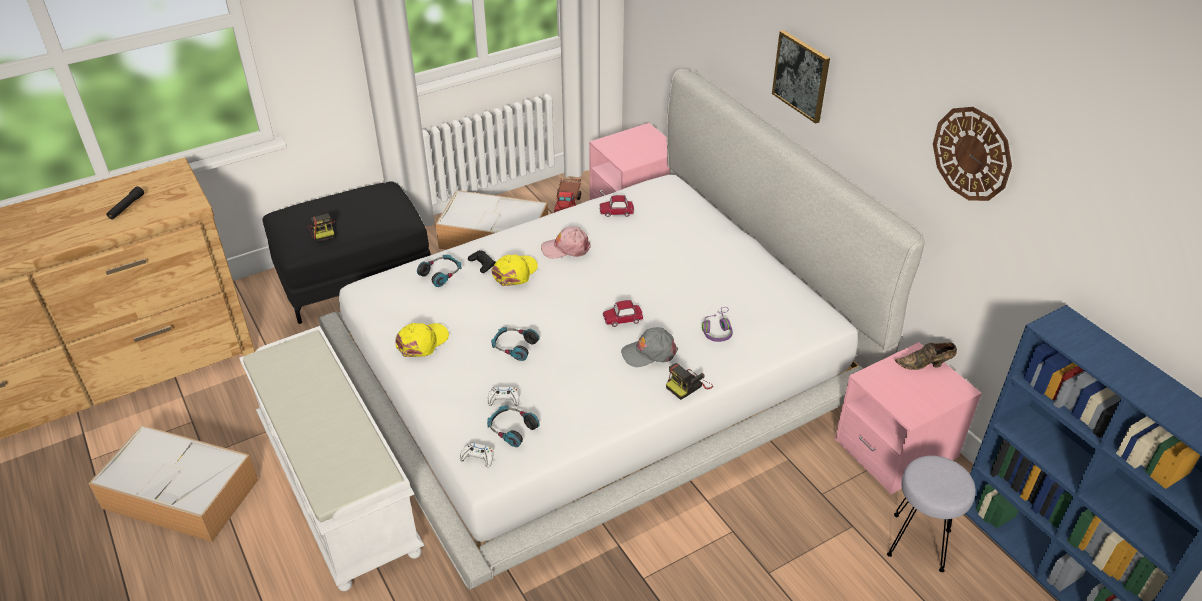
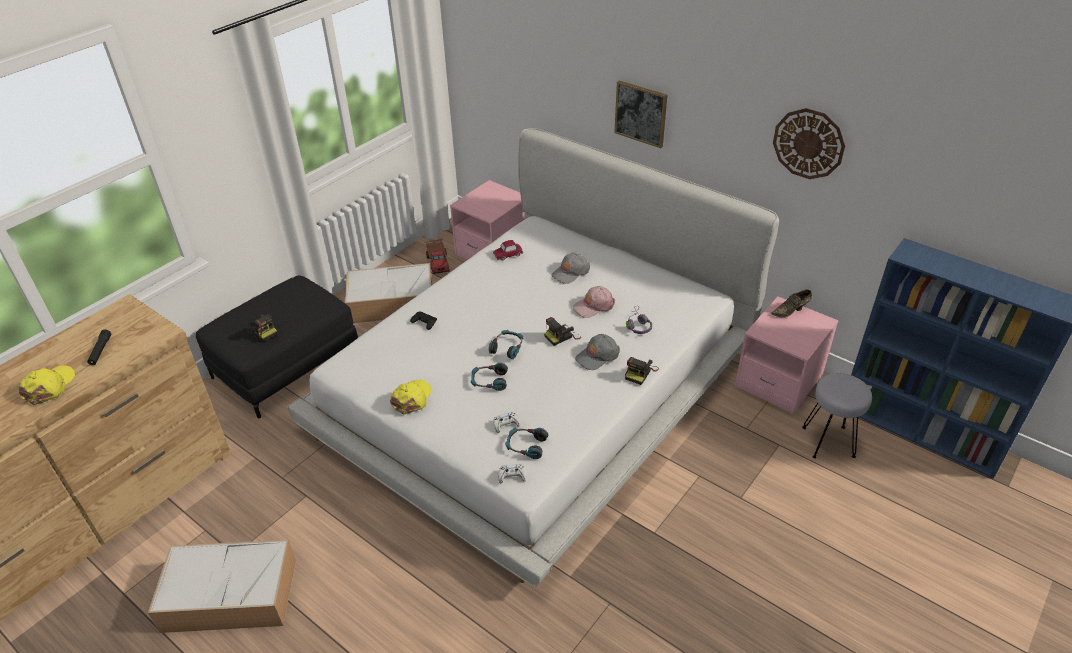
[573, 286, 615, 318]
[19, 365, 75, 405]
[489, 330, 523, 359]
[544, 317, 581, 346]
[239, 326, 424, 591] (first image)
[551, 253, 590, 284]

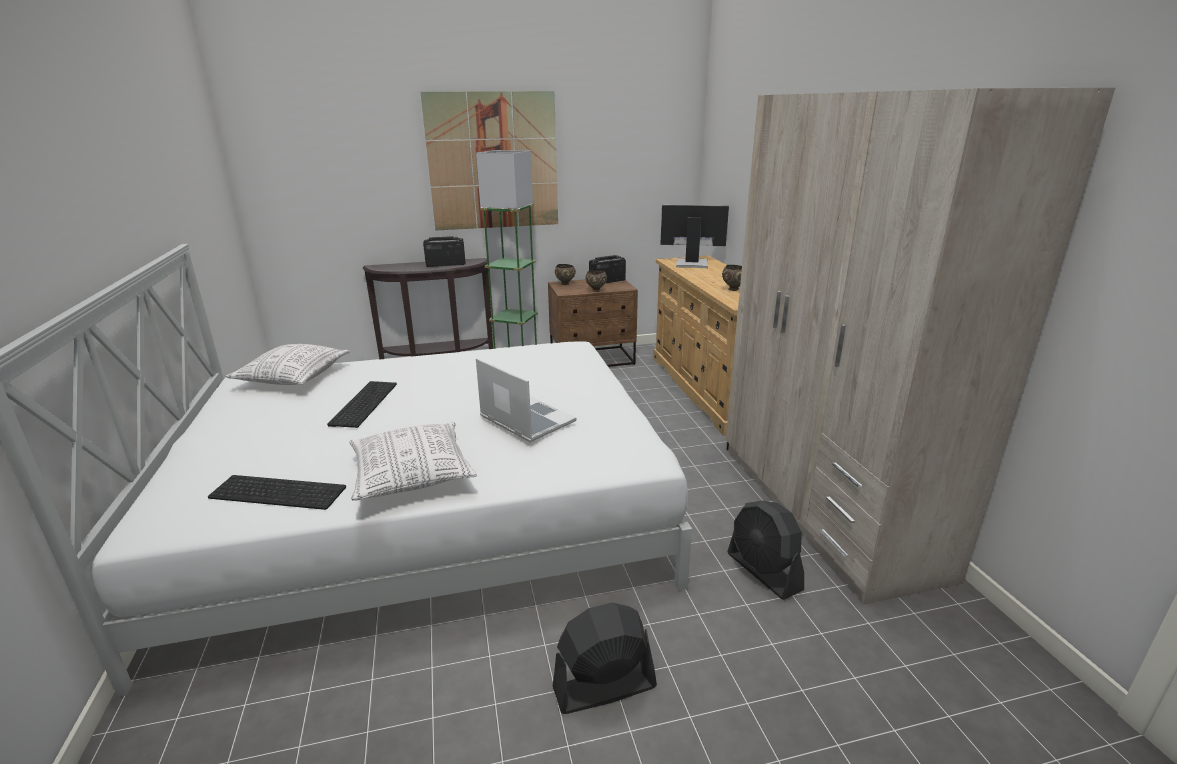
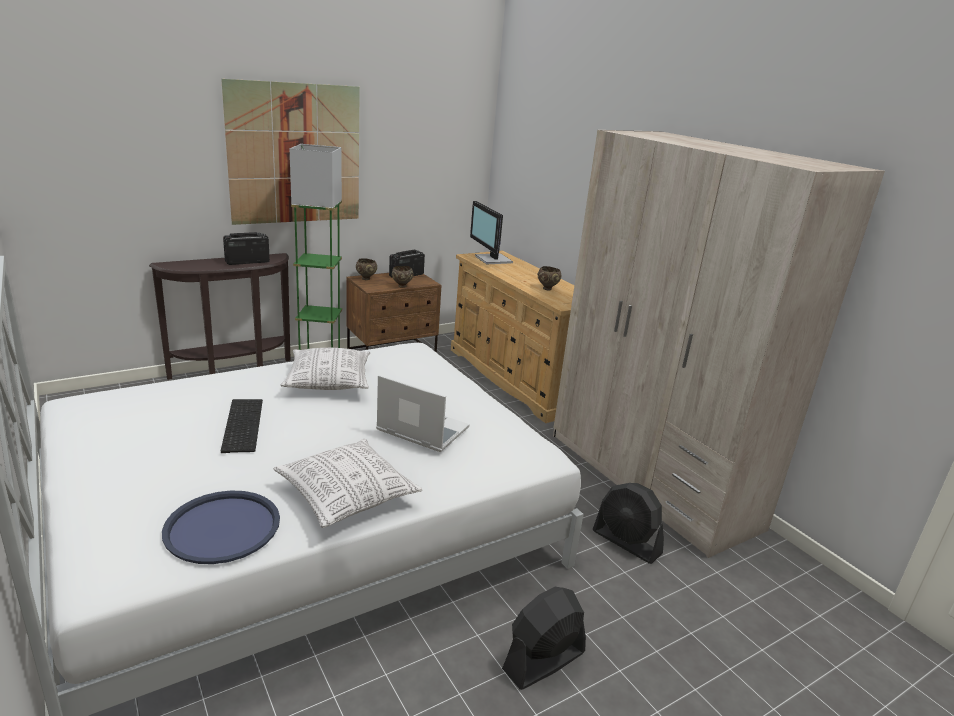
[470, 201, 513, 264]
[281, 348, 370, 390]
[162, 491, 280, 564]

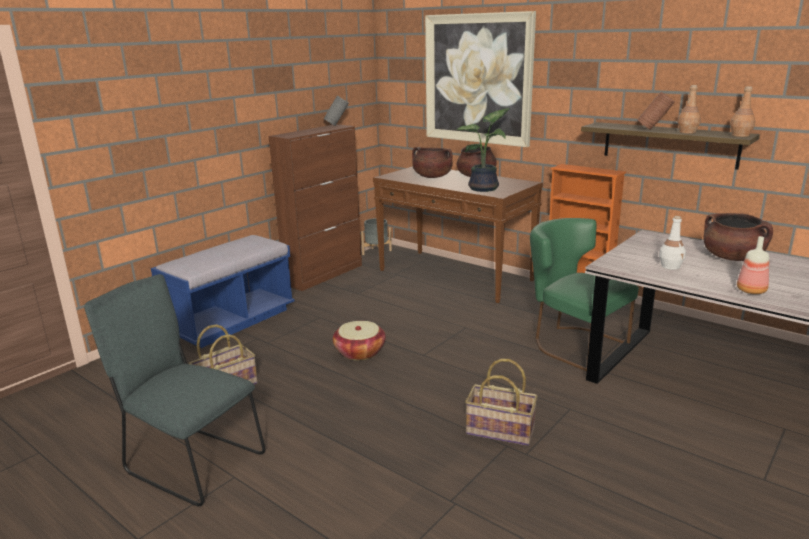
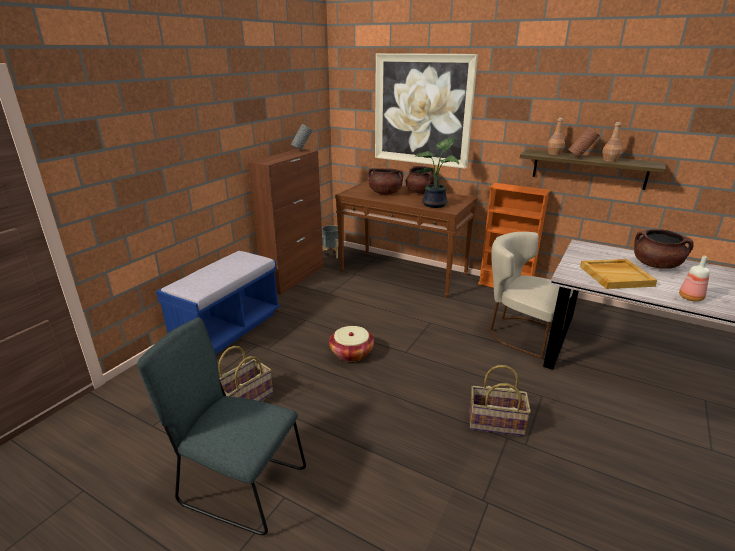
[547, 118, 565, 155]
[580, 259, 657, 289]
[490, 232, 573, 359]

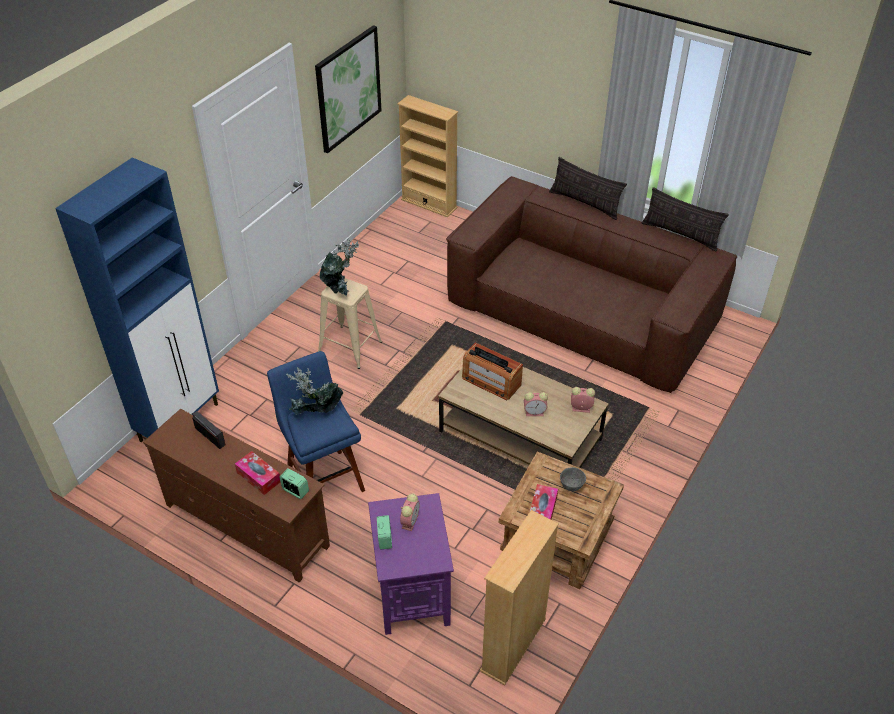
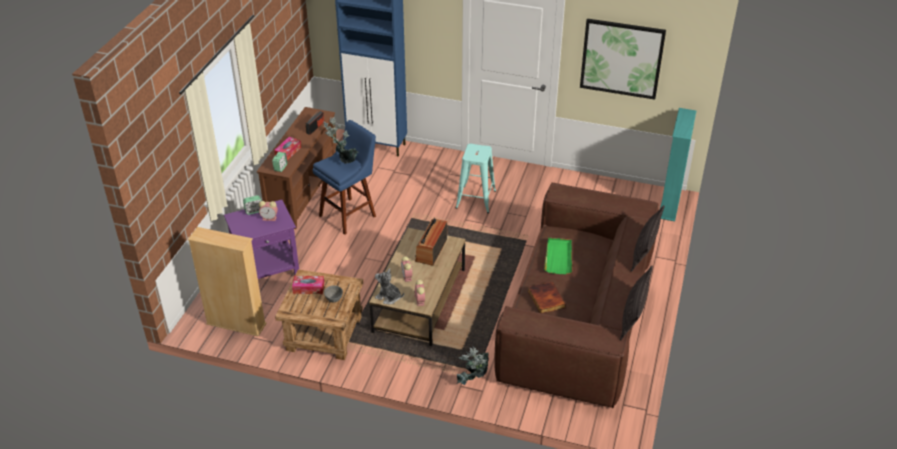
[660, 108, 696, 221]
[456, 347, 489, 385]
[456, 144, 496, 213]
[544, 238, 572, 274]
[375, 269, 404, 304]
[528, 282, 566, 313]

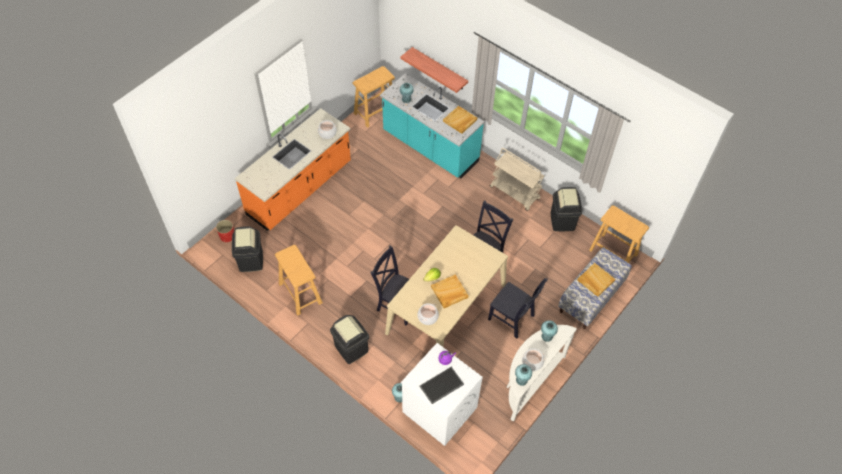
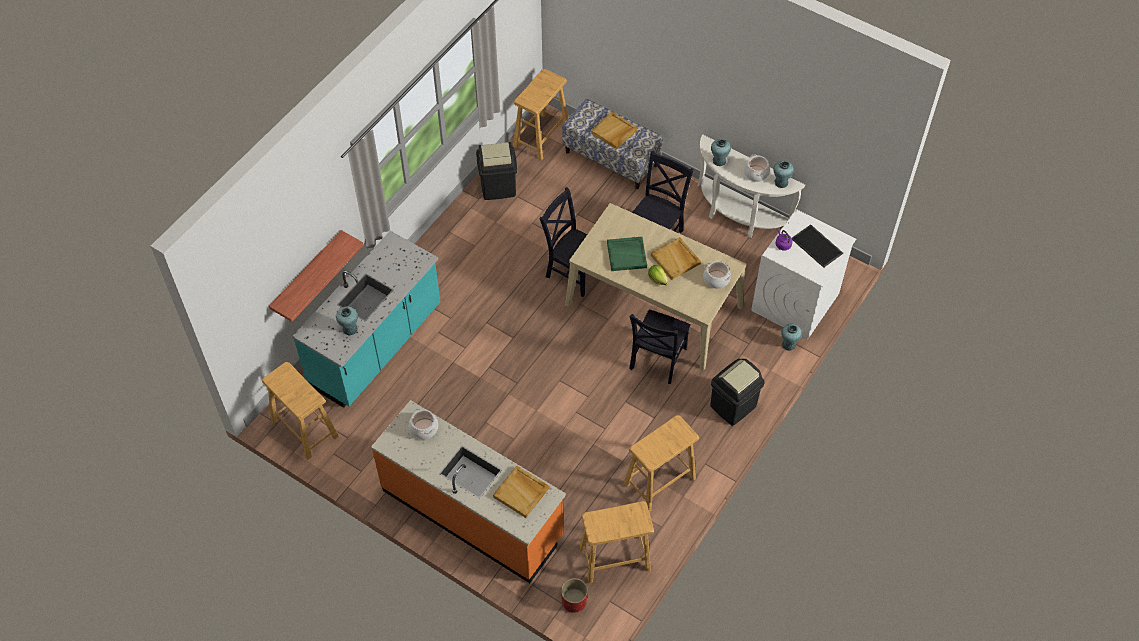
[493, 466, 549, 518]
[490, 148, 544, 211] (first image)
[580, 501, 654, 583]
[607, 237, 647, 271]

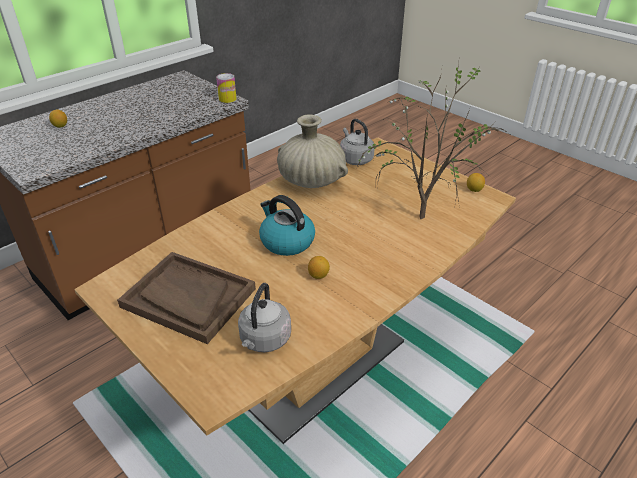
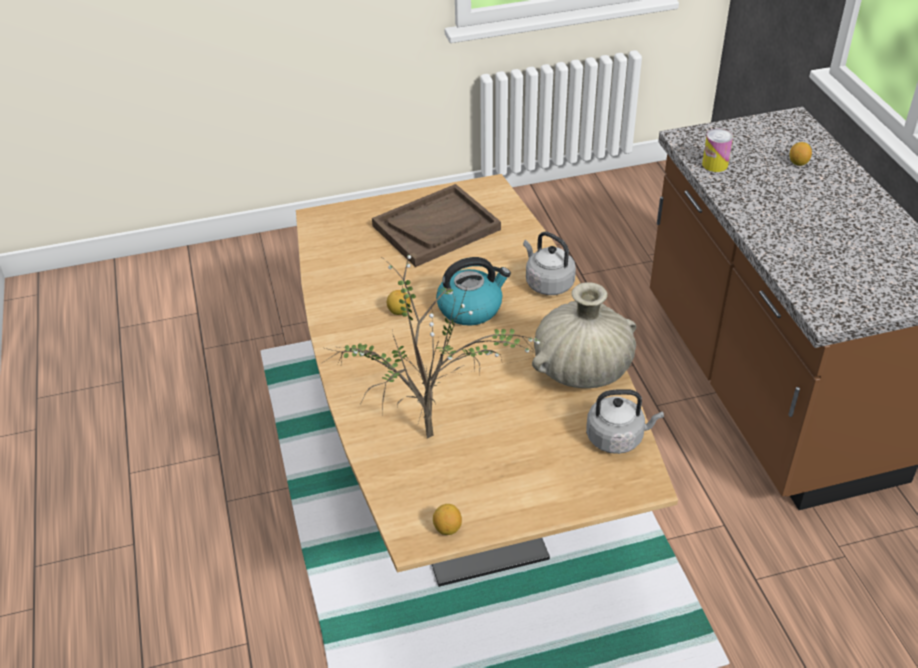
[702, 129, 733, 172]
[523, 231, 576, 295]

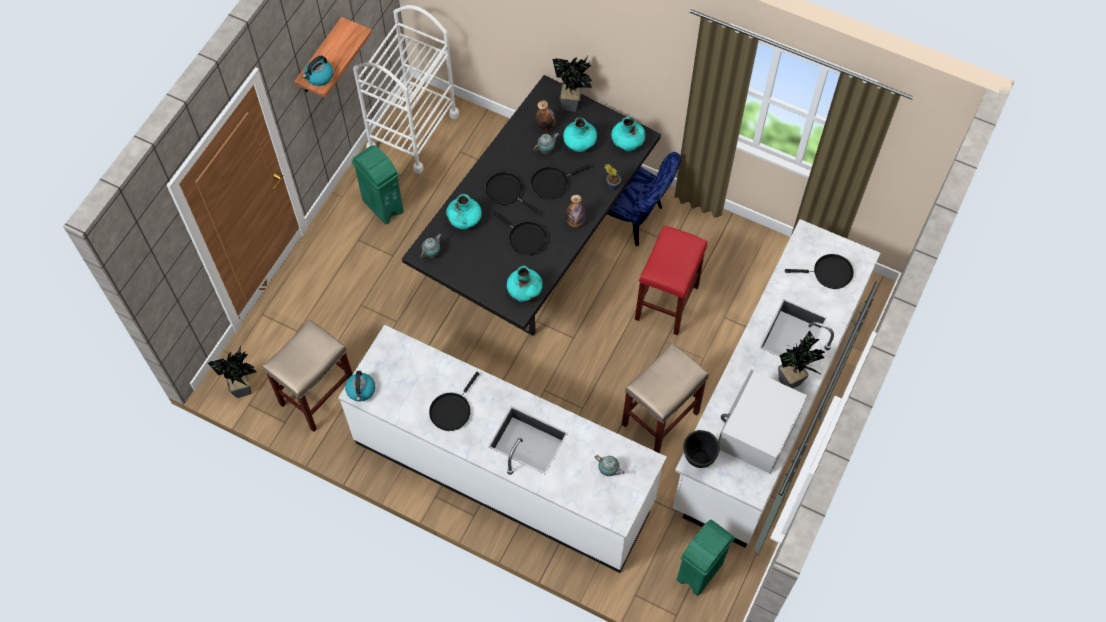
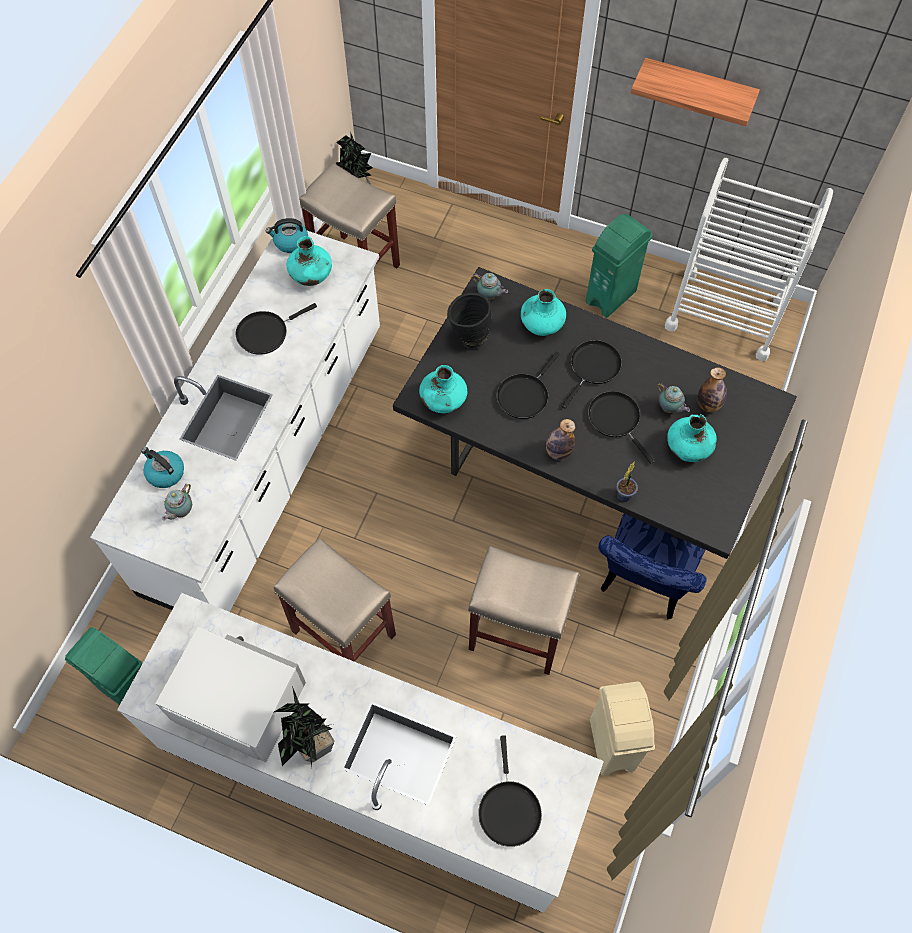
[141, 447, 184, 488]
[552, 56, 592, 112] (first image)
[287, 236, 332, 286]
[468, 546, 579, 675]
[236, 303, 317, 355]
[447, 293, 491, 349]
[590, 682, 655, 776]

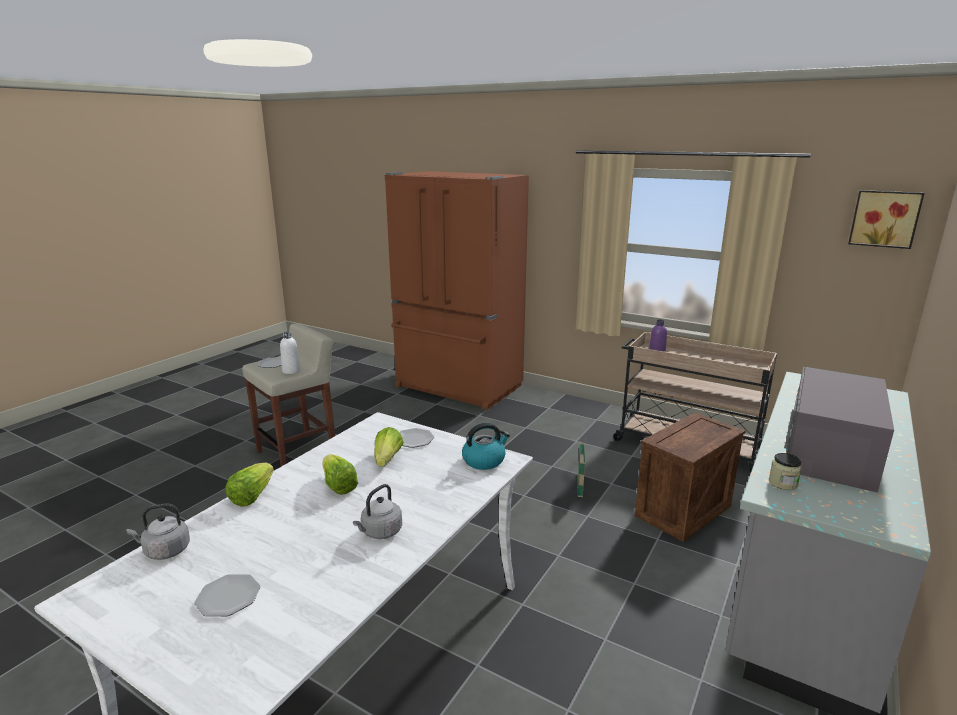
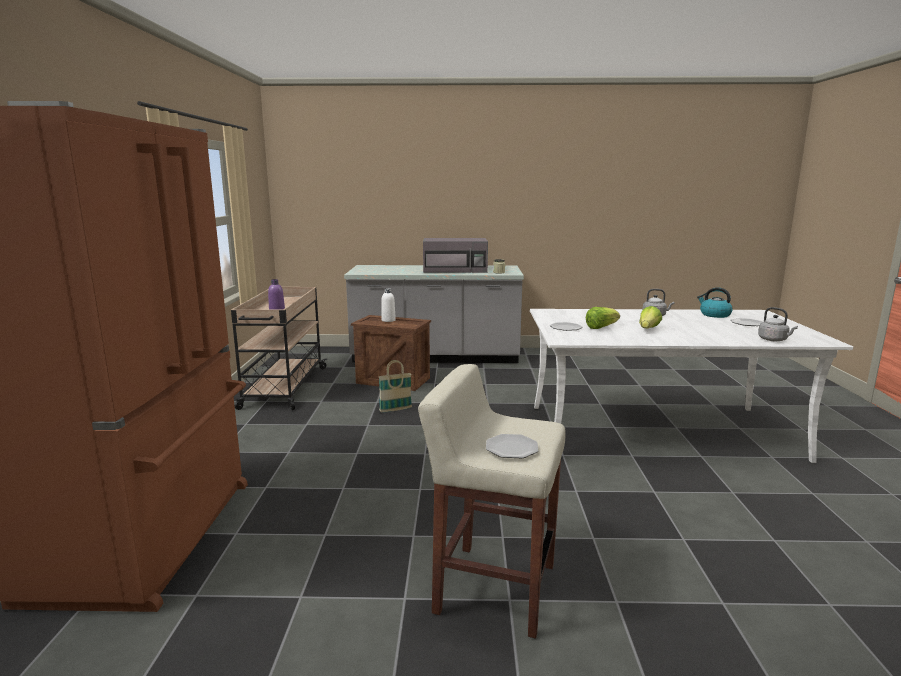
[848, 190, 924, 249] (first image)
[381, 288, 396, 322]
[697, 287, 733, 318]
[225, 463, 274, 506] (first image)

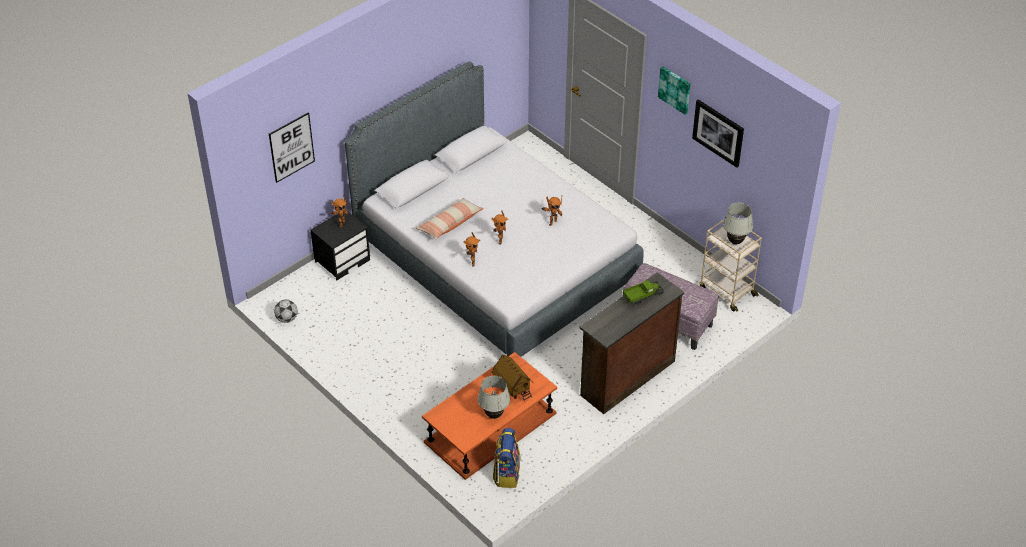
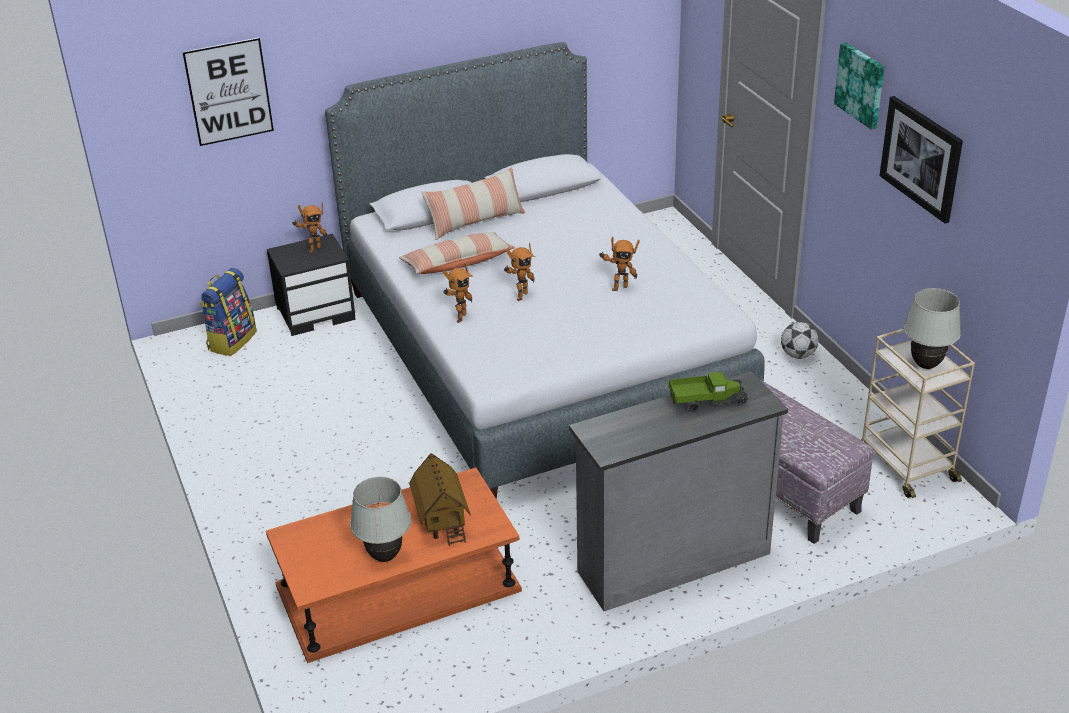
[569, 371, 788, 611]
[781, 322, 818, 359]
[200, 268, 257, 356]
[422, 167, 525, 240]

